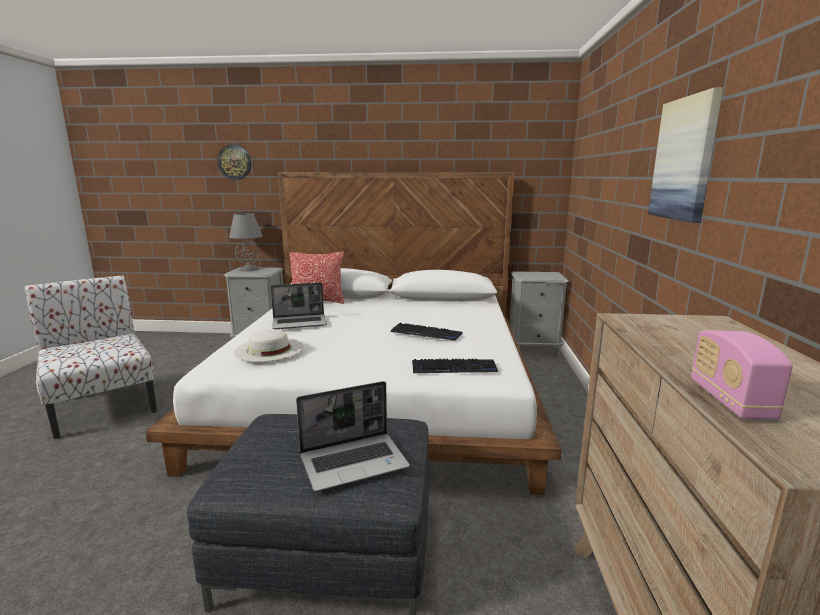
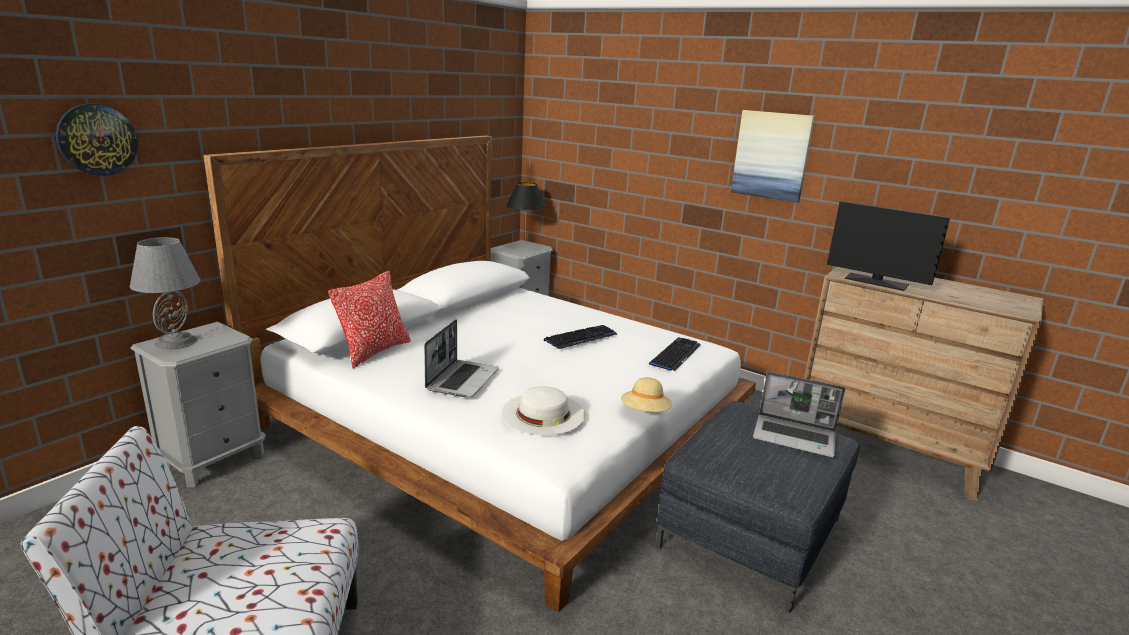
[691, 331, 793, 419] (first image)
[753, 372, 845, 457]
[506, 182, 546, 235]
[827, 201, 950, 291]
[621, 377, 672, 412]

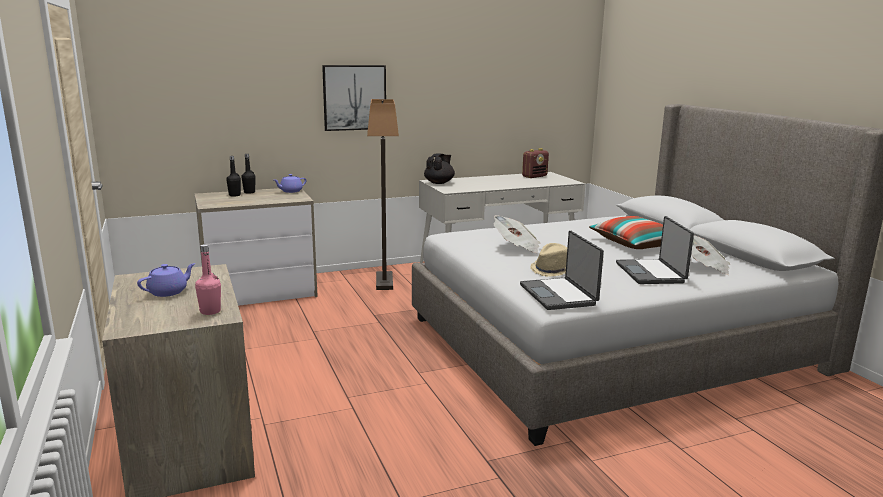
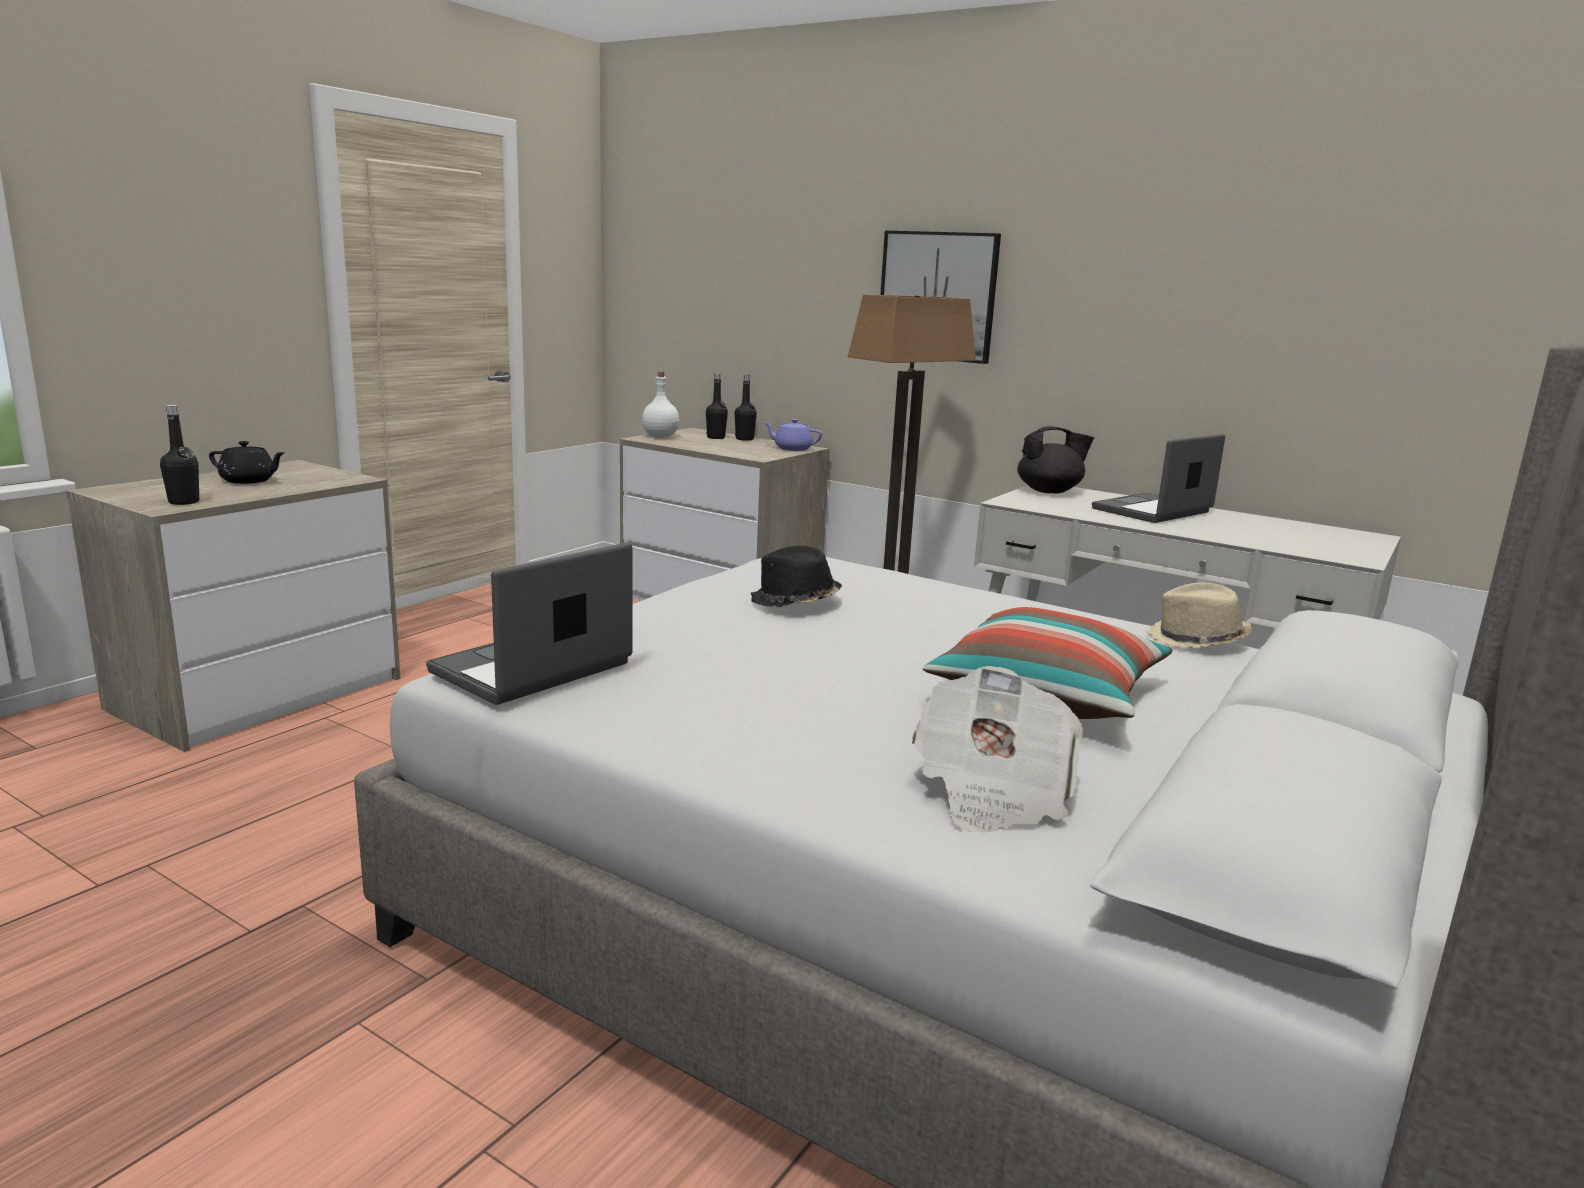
[522, 148, 549, 178] (first image)
[751, 546, 842, 607]
[1092, 434, 1225, 523]
[1147, 582, 1252, 649]
[160, 405, 199, 505]
[209, 441, 285, 484]
[642, 372, 679, 438]

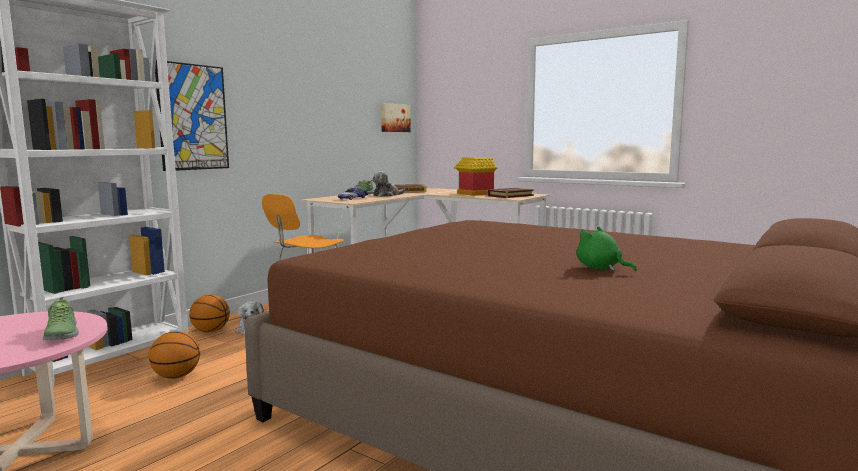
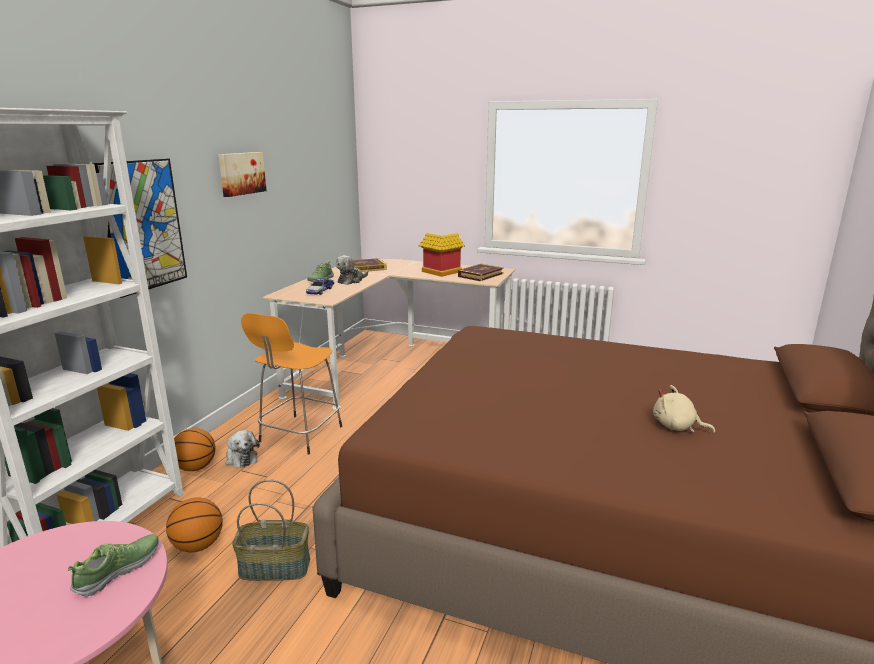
[218, 152, 267, 197]
[653, 385, 715, 433]
[68, 534, 159, 596]
[232, 480, 310, 581]

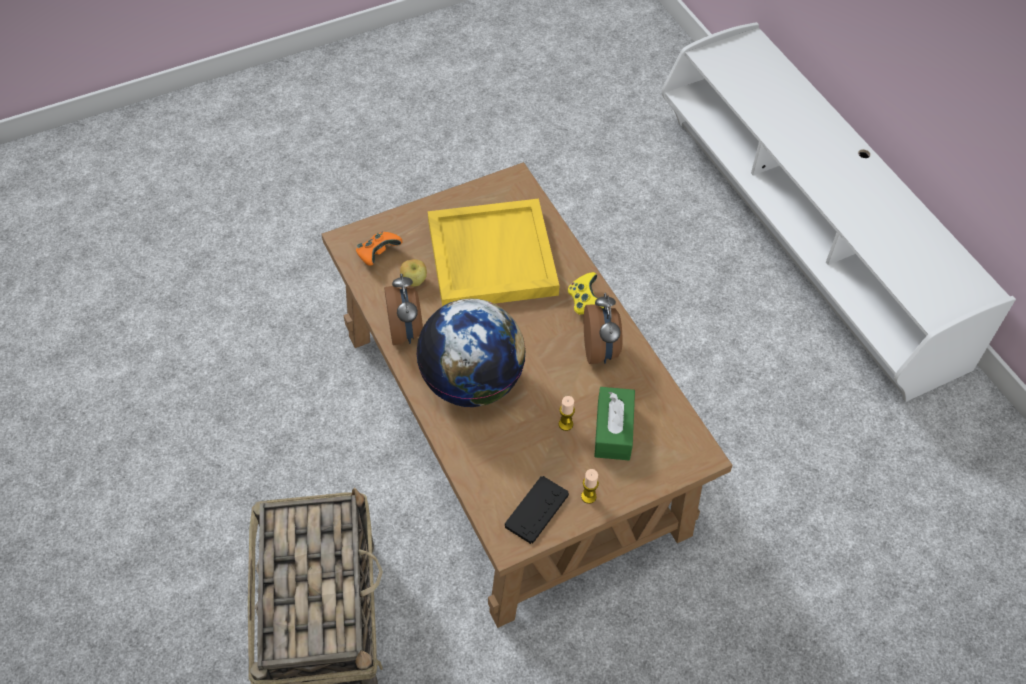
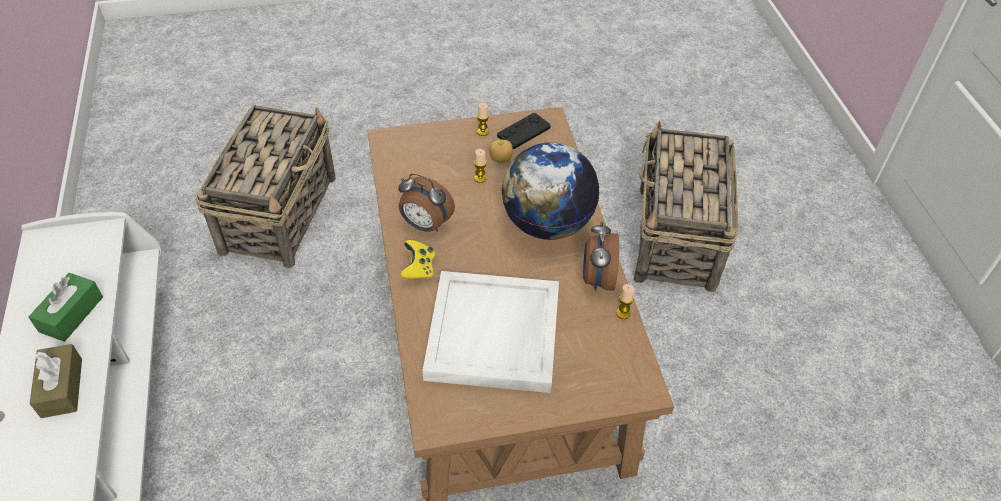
[422, 271, 559, 393]
[356, 232, 403, 266] (first image)
[489, 139, 513, 163]
[398, 173, 455, 232]
[28, 273, 103, 342]
[195, 105, 336, 268]
[616, 284, 634, 319]
[30, 344, 82, 418]

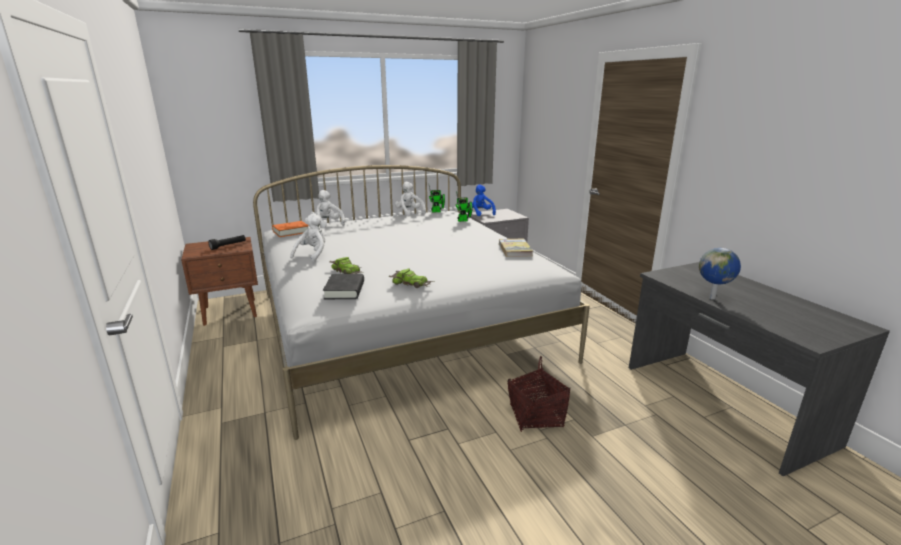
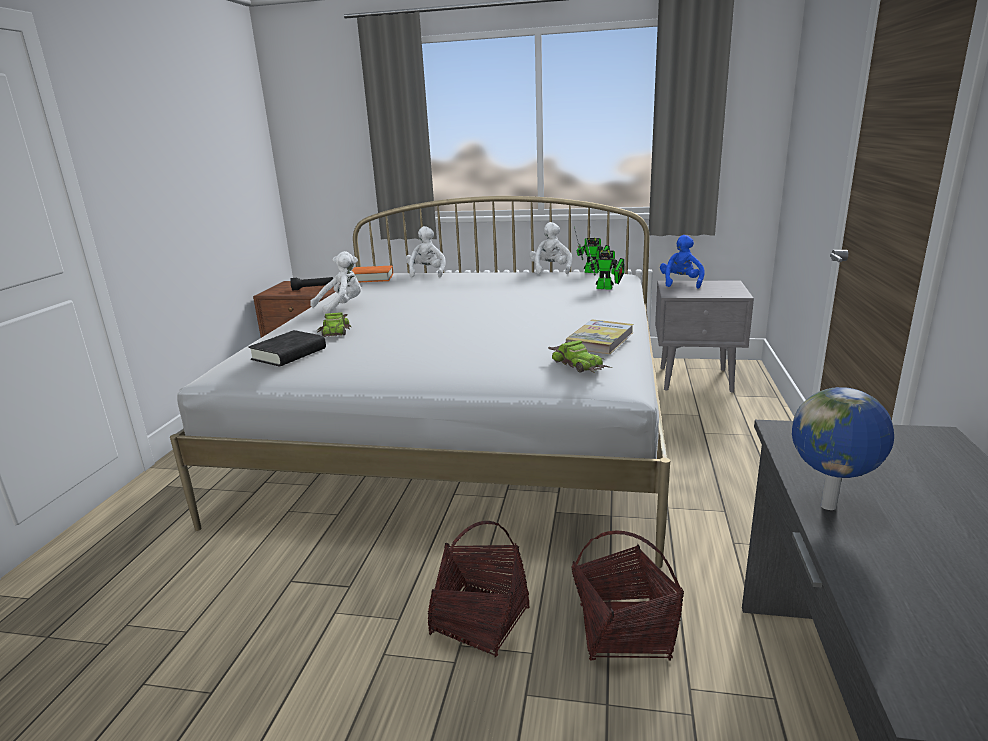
[548, 340, 612, 373]
[571, 530, 684, 661]

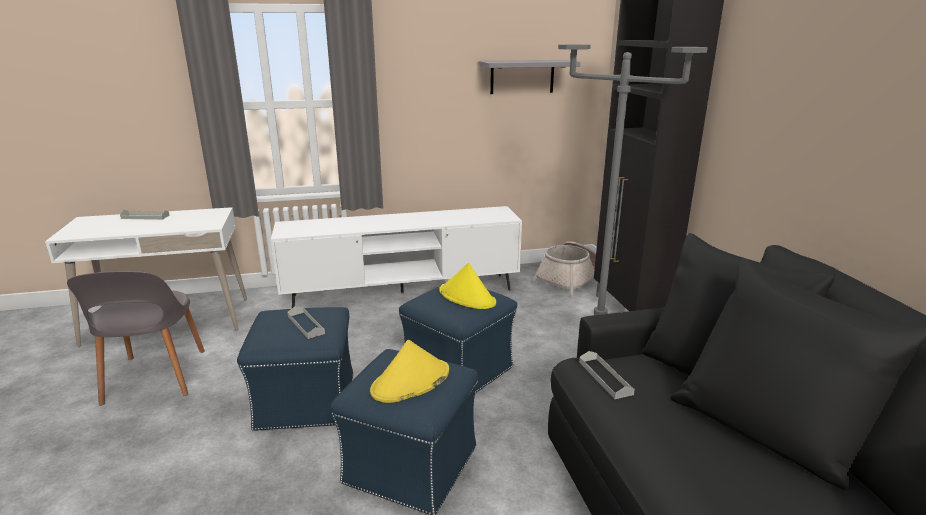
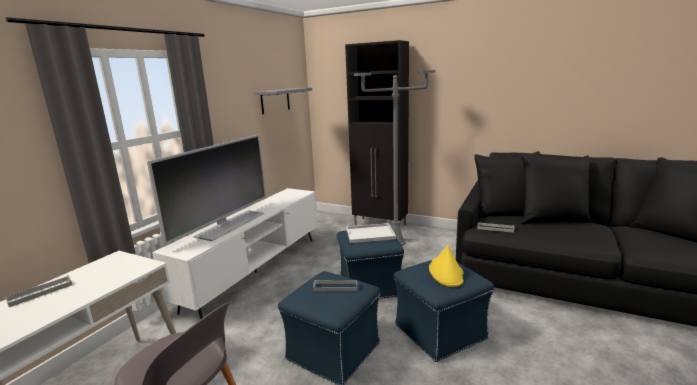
[532, 241, 597, 296] (first image)
[346, 223, 396, 243]
[147, 134, 266, 245]

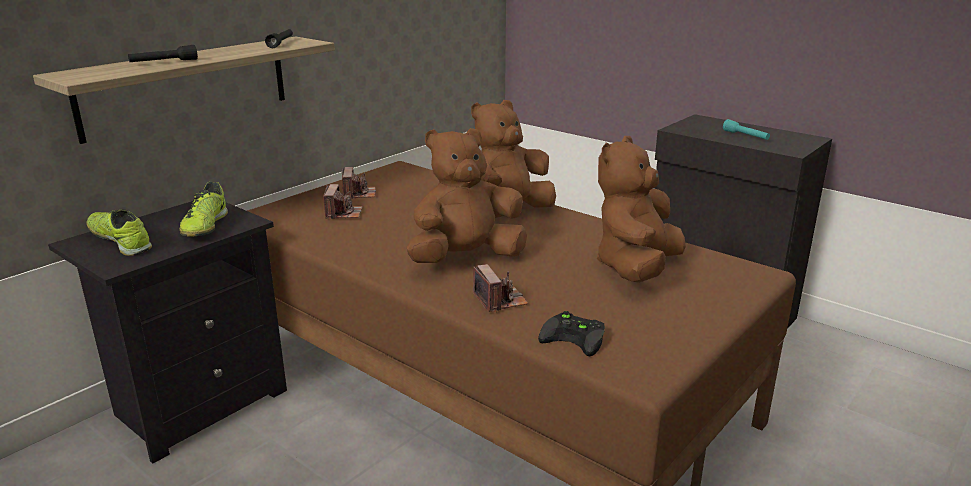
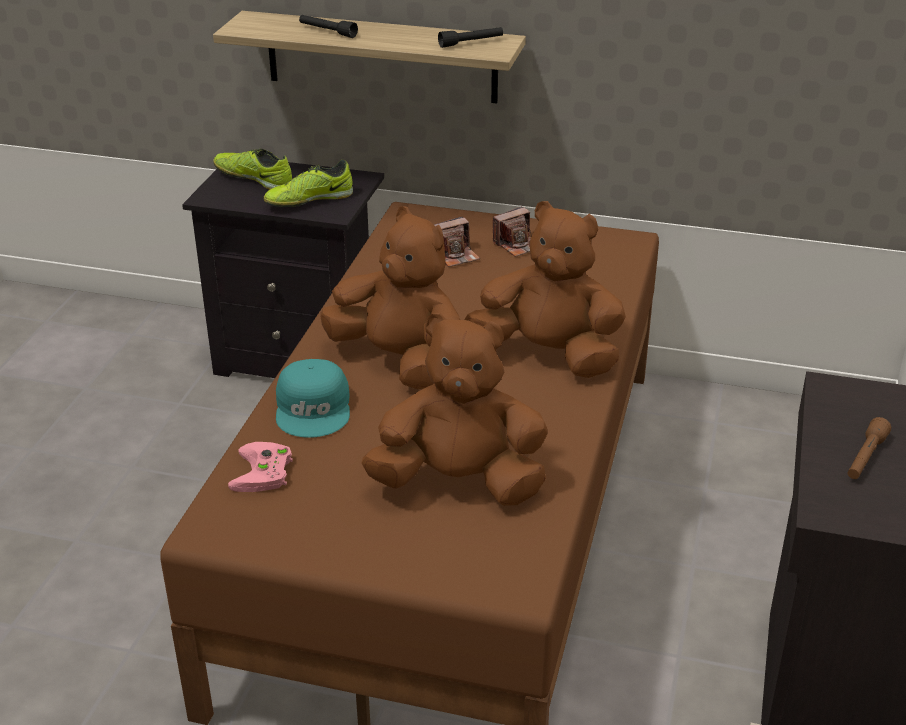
[848, 417, 891, 479]
[213, 149, 292, 190]
[276, 359, 350, 438]
[228, 442, 293, 492]

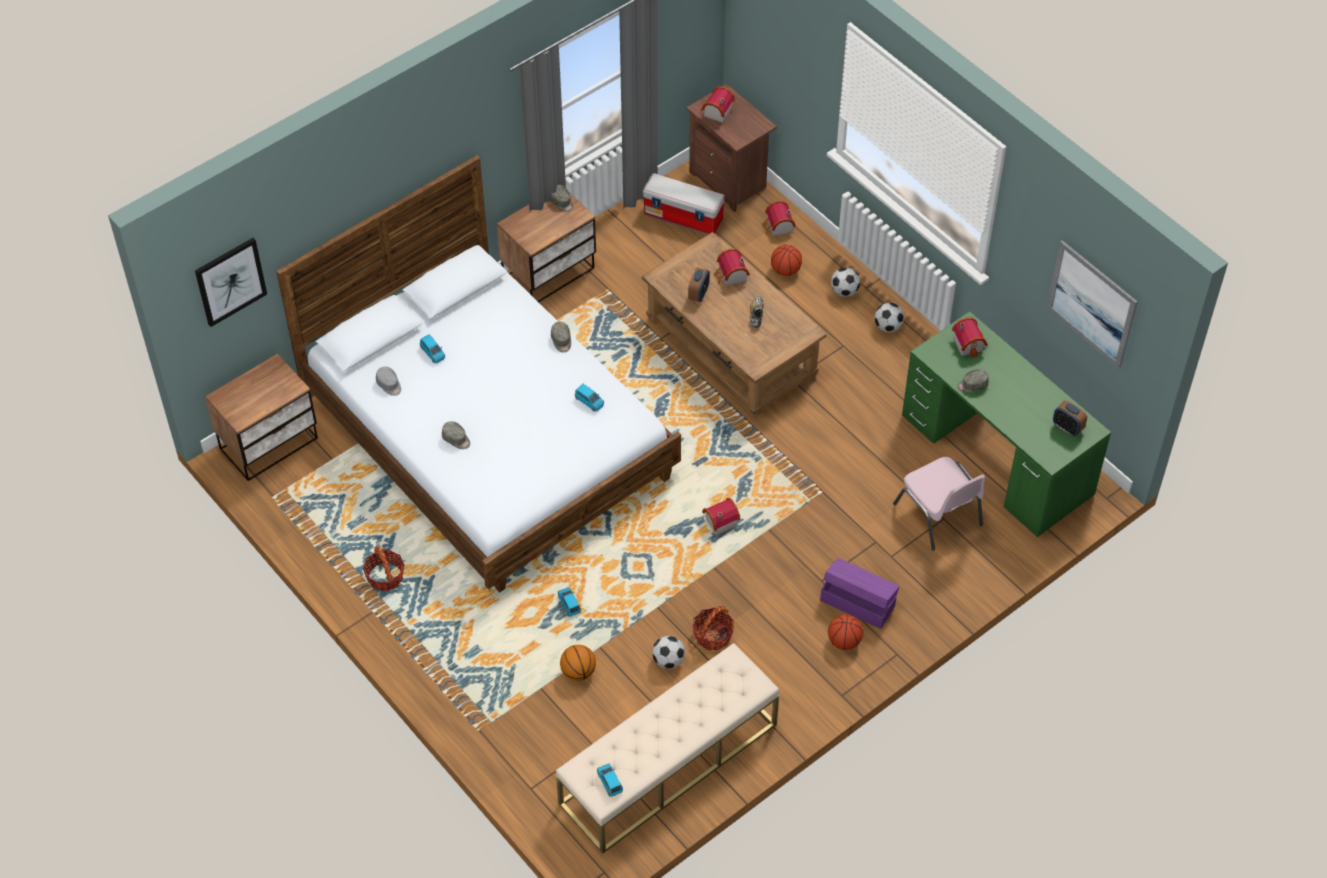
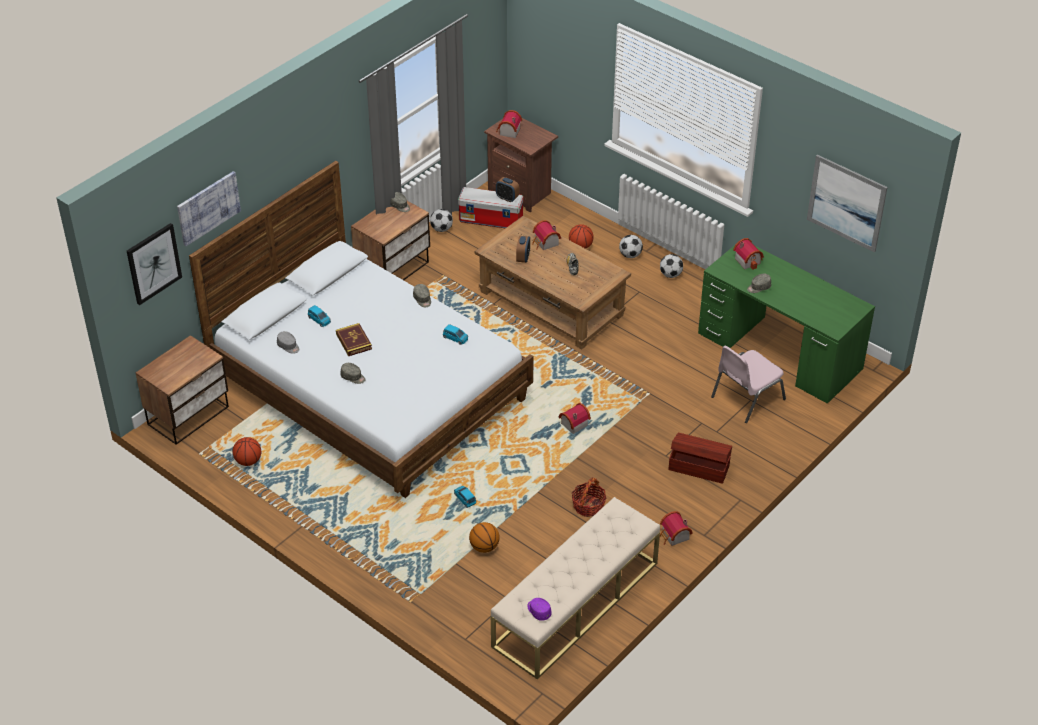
[660, 511, 693, 546]
[496, 177, 519, 202]
[711, 346, 786, 423]
[363, 546, 404, 592] (first image)
[669, 433, 732, 484]
[232, 437, 261, 466]
[430, 209, 453, 232]
[527, 598, 552, 621]
[177, 171, 241, 246]
[336, 323, 372, 356]

